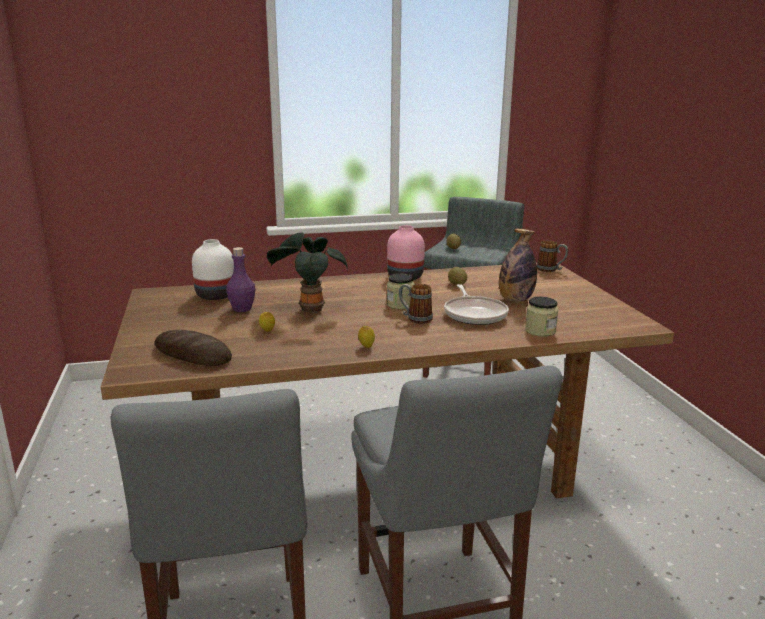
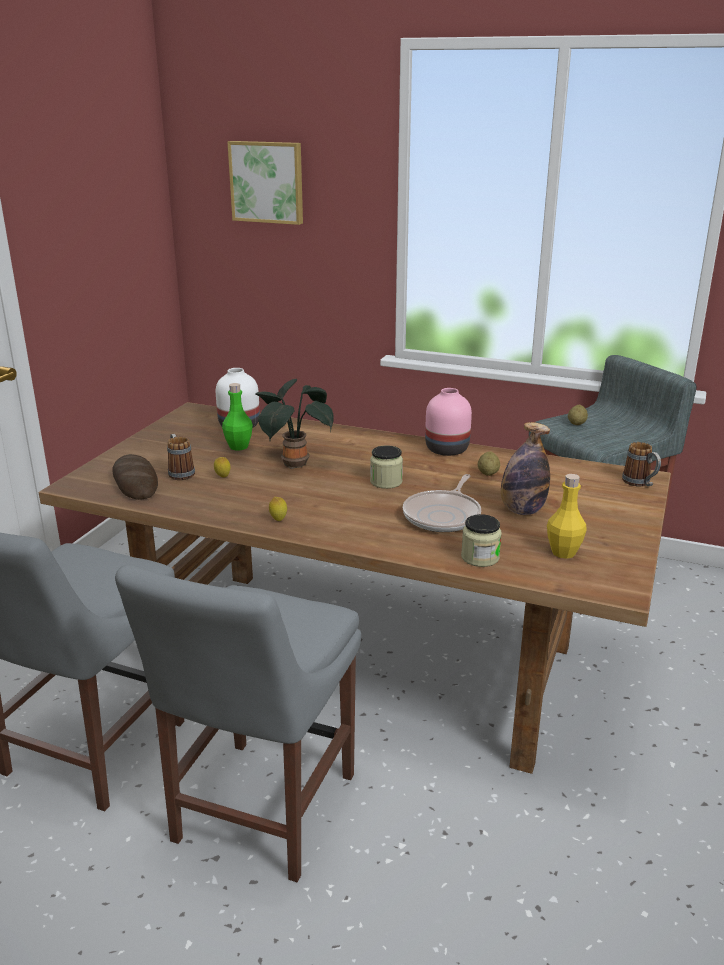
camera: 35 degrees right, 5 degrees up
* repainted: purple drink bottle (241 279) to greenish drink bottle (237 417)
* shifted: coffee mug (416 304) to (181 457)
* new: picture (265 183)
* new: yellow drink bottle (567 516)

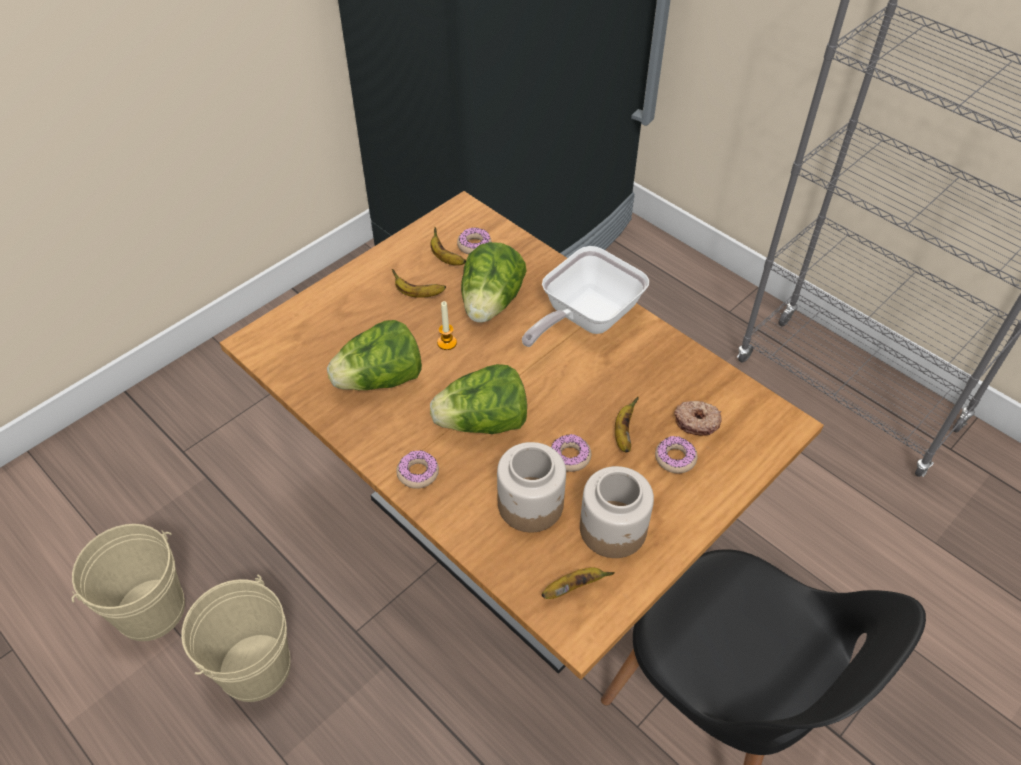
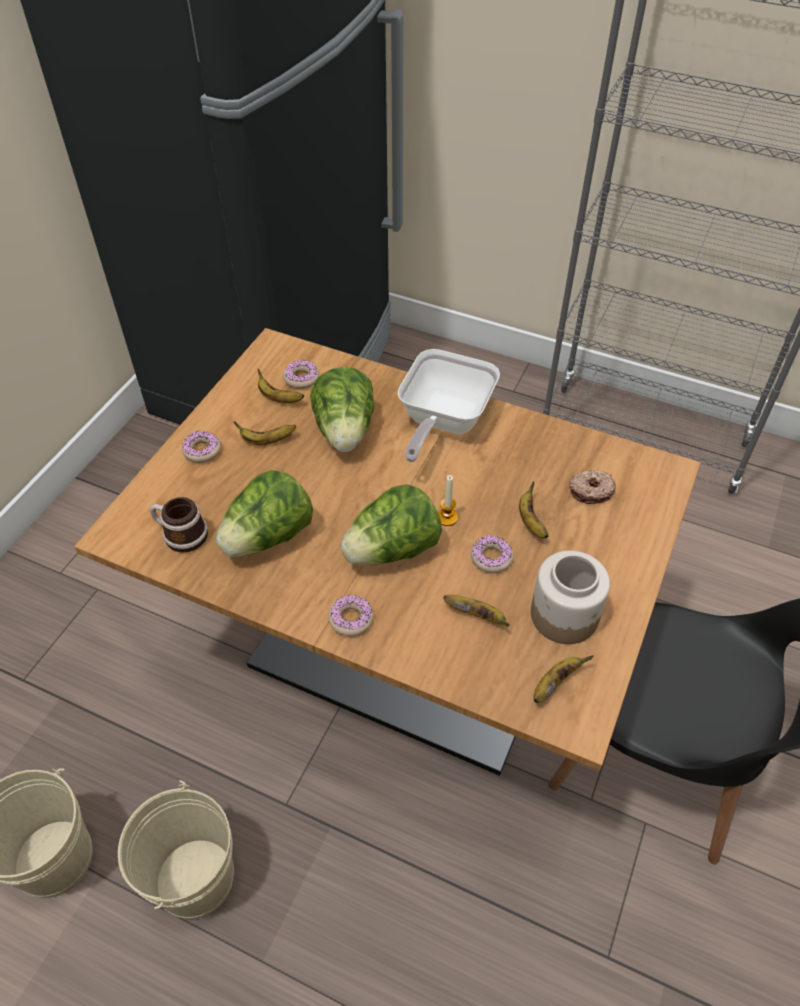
camera: 20 degrees left, 0 degrees up
* shifted: wax light (447 325) to (448 500)
* swapped: storage jar (531 487) to banana fruit (476 611)
* shifted: ring doughnut (676 454) to (201 447)
* new: coffee mug (179 524)

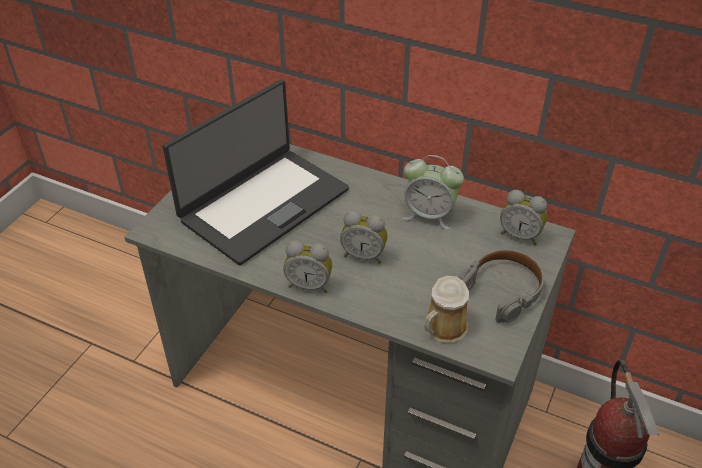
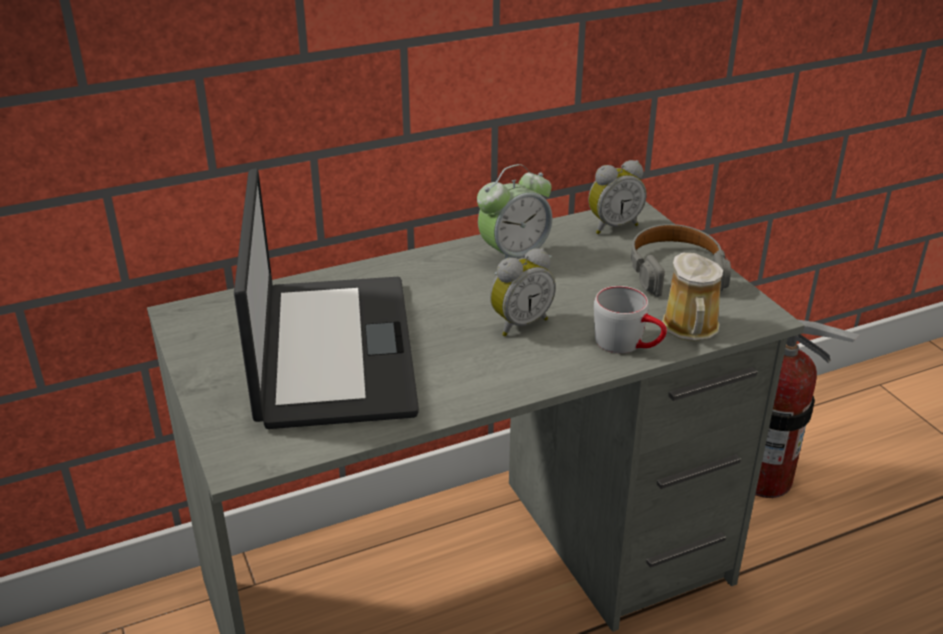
camera: 50 degrees left, 10 degrees down
* gone: table clock (307 266)
* new: greyish coffee mug (630 319)

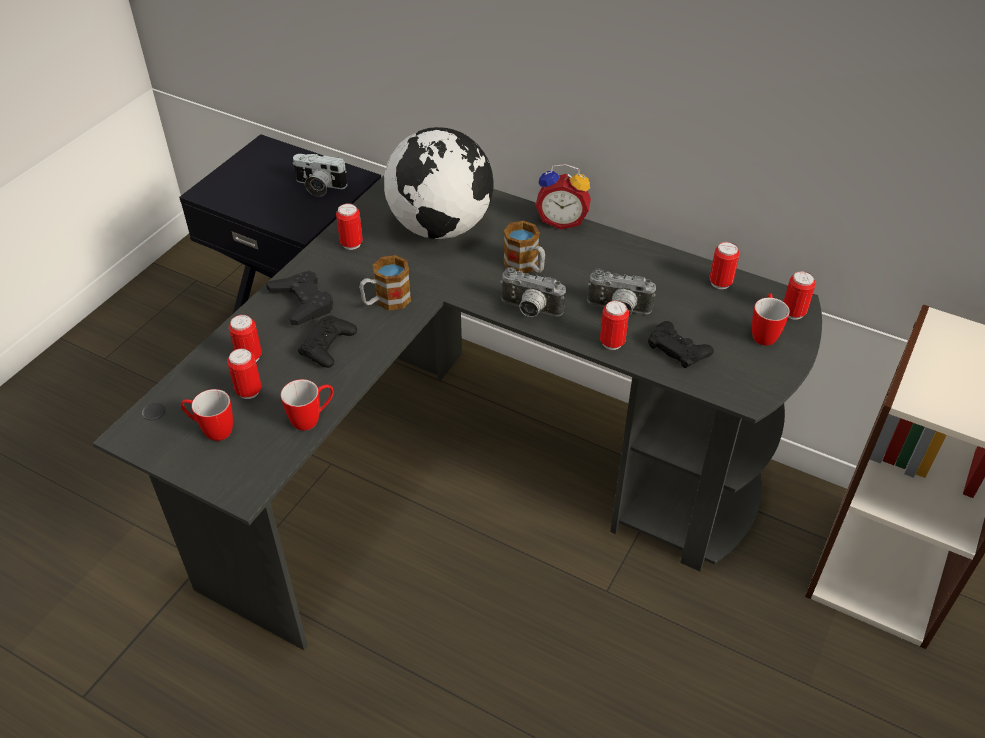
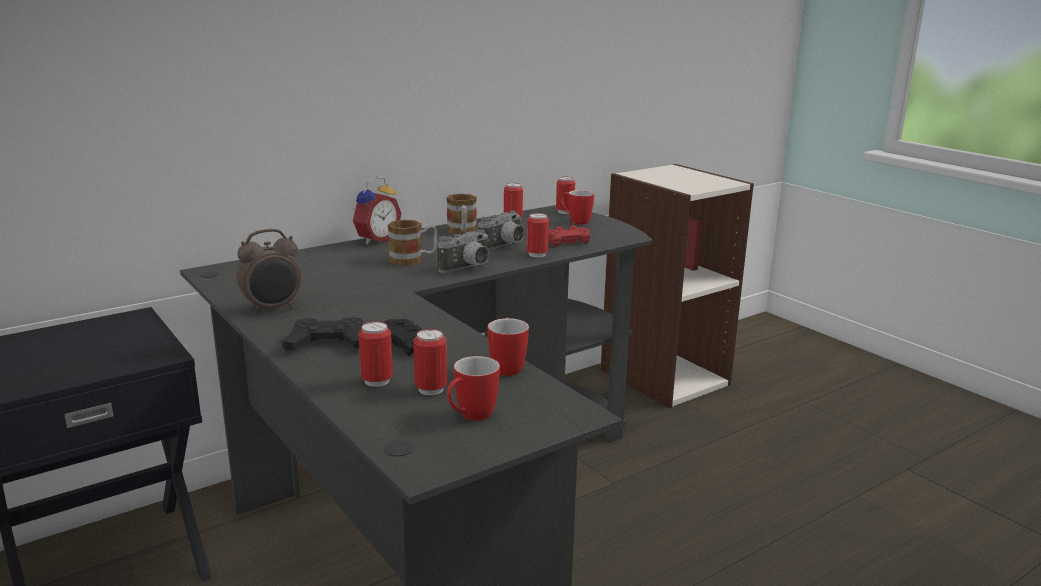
camera: 65 degrees left, 25 degrees down
* gone: still camera (320 175)
* swapped: can (349 226) to table clock (269 271)
* shifted: coffee mug (385 283) to (462 214)
* gone: globe (439 183)
* repainted: black-coloured joypad (681 344) to red-coloured joypad (570 236)

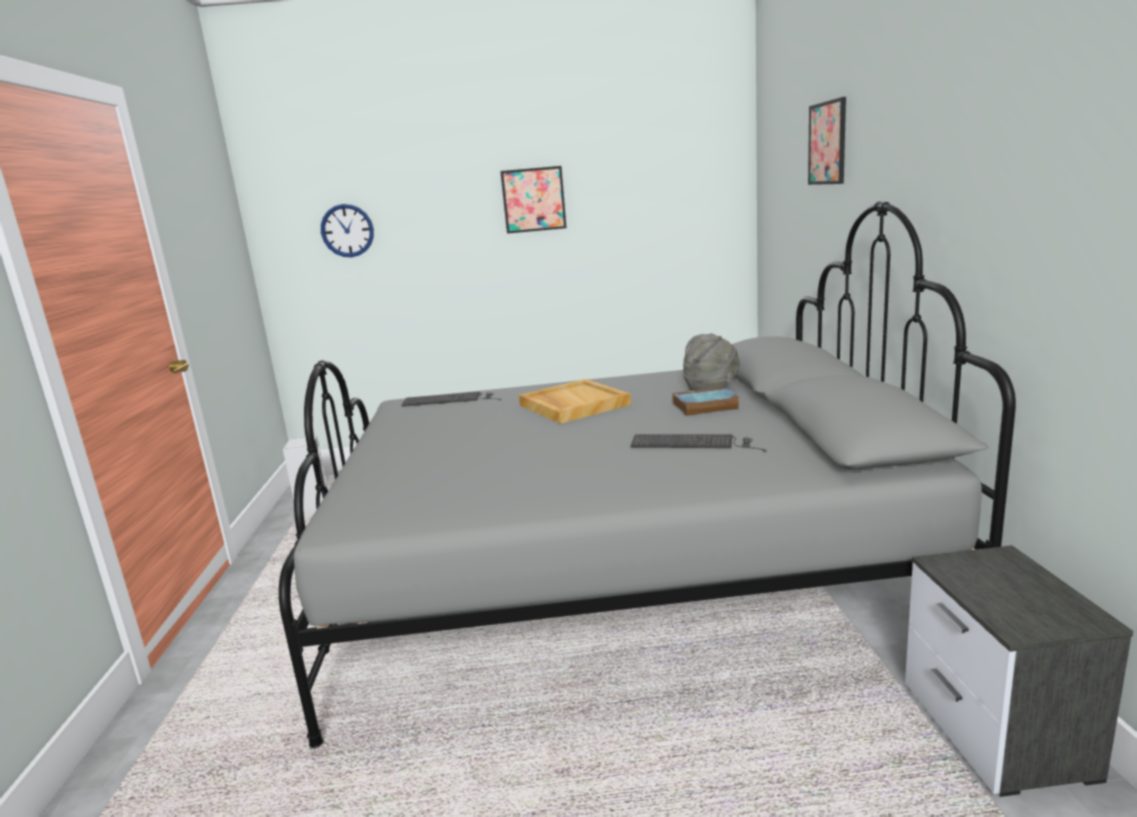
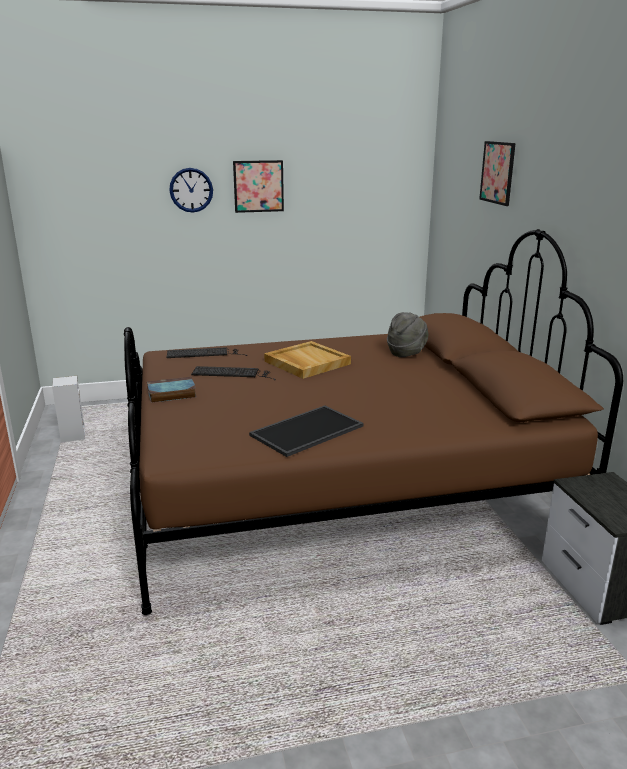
camera: 10 degrees left, 5 degrees up
* repainted: greyish bedroom bed (647 475) to brown-coloured bedroom bed (373 422)
* shifted: clock on the wall (347 230) to (191 190)
* shifted: computer keyboard (698 443) to (233 373)
* shifted: book (706 401) to (172 390)
* new: carrying tray (306 431)

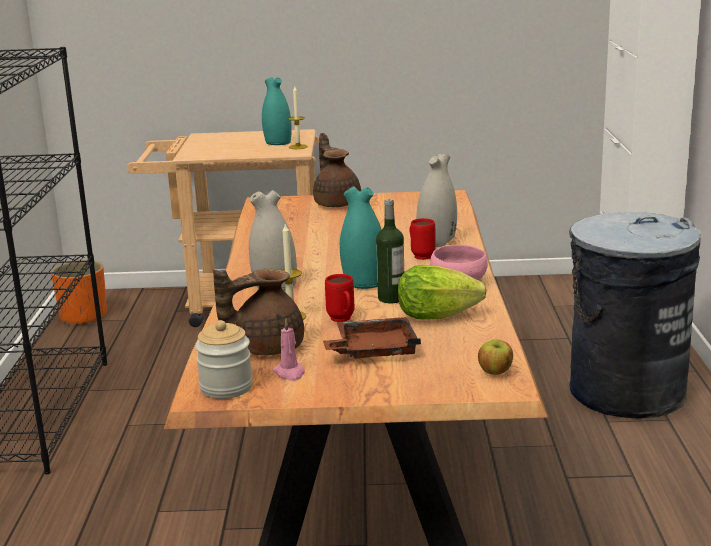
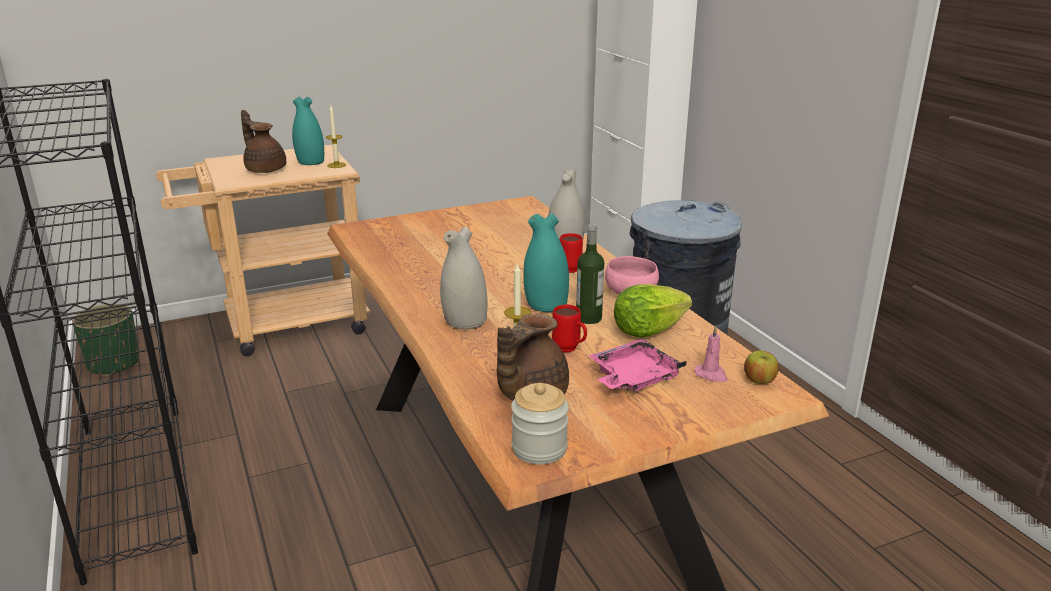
camera: 25 degrees left, 5 degrees up
* repainted: orangey flower pot (79 293) to greenish flower pot (106 340)
* shifted: pinkish wax light (289 349) to (711 354)
* shifted: brown-coloured pot for tea (337 170) to (263 141)
* repainted: brown-coloured carrying tray (372 338) to pinkish carrying tray (638 365)

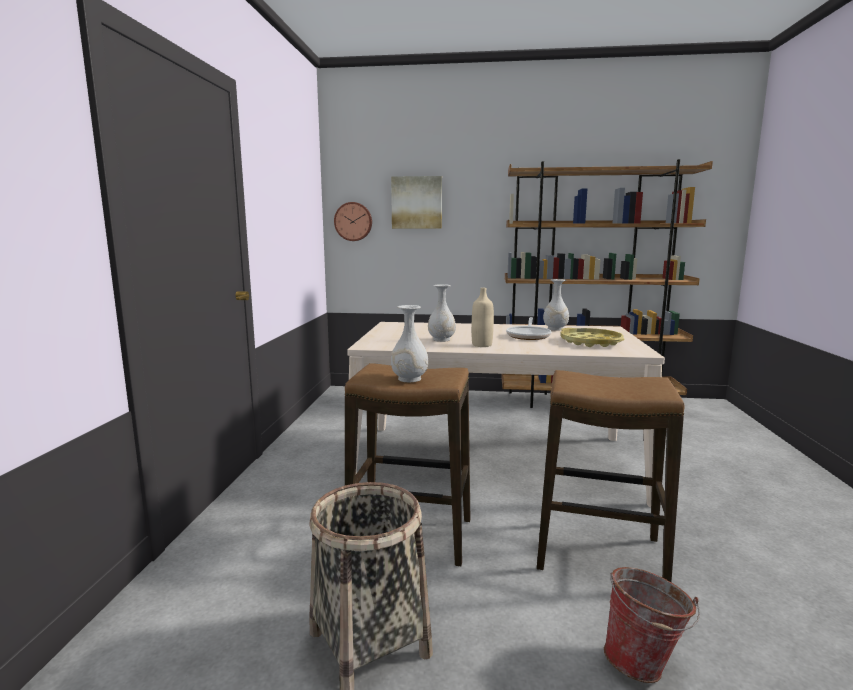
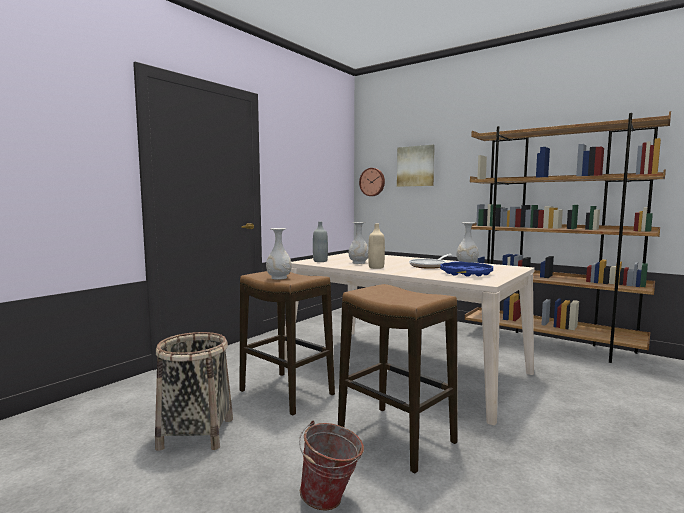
camera: 30 degrees right, 5 degrees down
* repainted: yellow carrying tray (592 337) to blue-coloured carrying tray (466 269)
* new: greyish drink bottle (320 241)

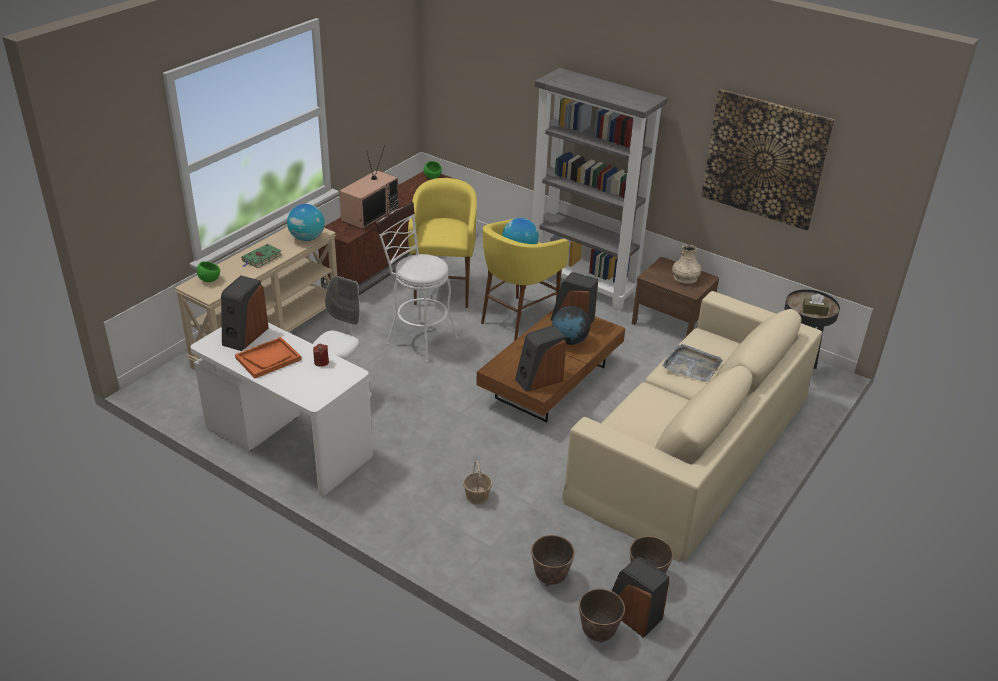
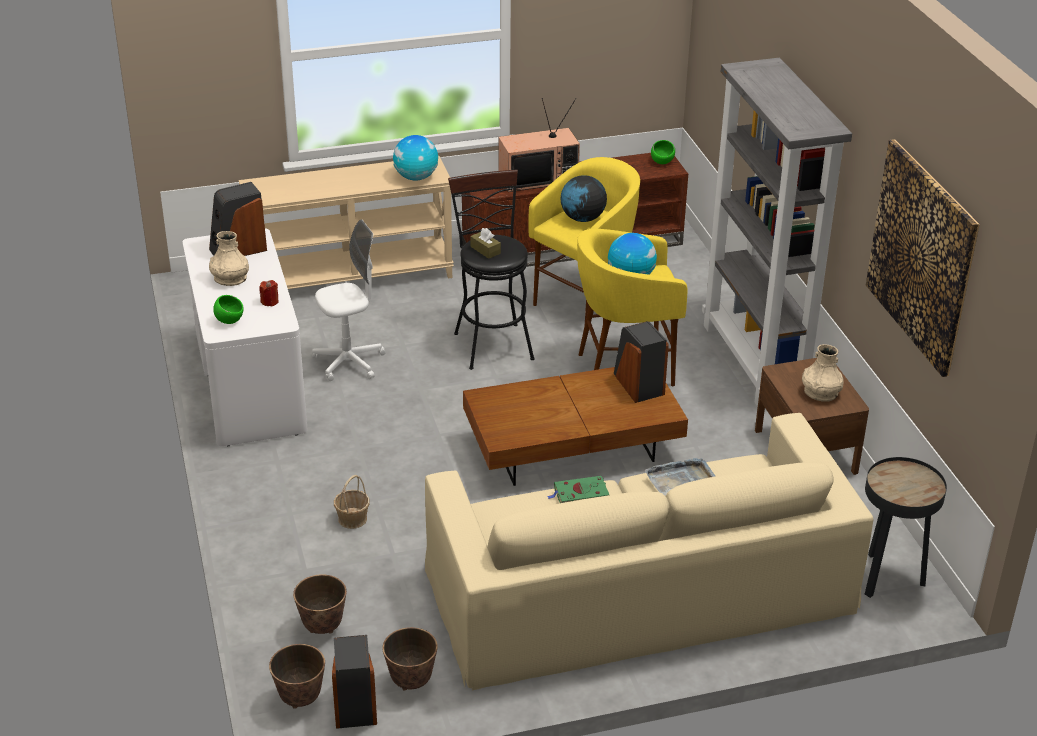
camera: 40 degrees right, 0 degrees up
* shifted: greenish deep dish (208 271) to (228 309)
* swapped: orangey carrying tray (268 357) to beige vase (229 258)
* shifted: greenish book (261 256) to (578 489)
* repainted: whitish stool (417 282) to black-coloured stool (491 269)
* gone: loudspeaker (540 358)
* shifted: globe (571 325) to (584 198)
* shifted: brown-coloured tissue box (815 305) to (486 243)

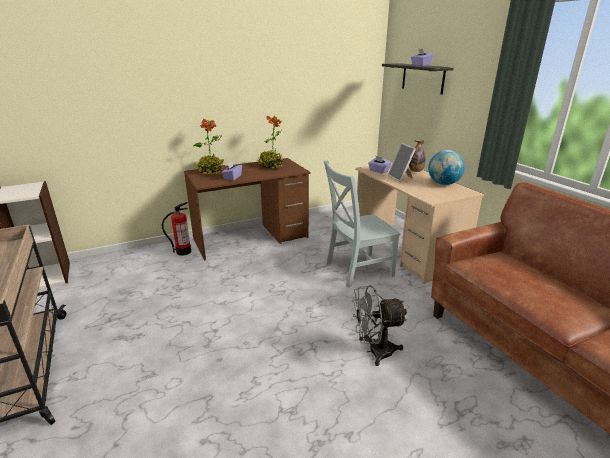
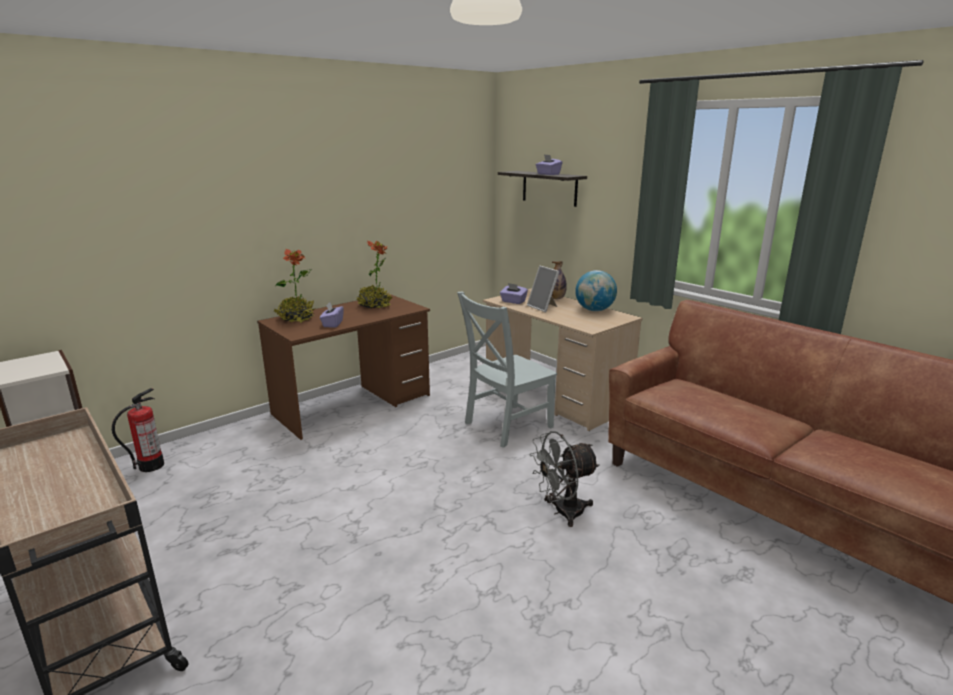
camera: 15 degrees left, 5 degrees down
* shifted: extinguisher (176 229) to (138 430)

